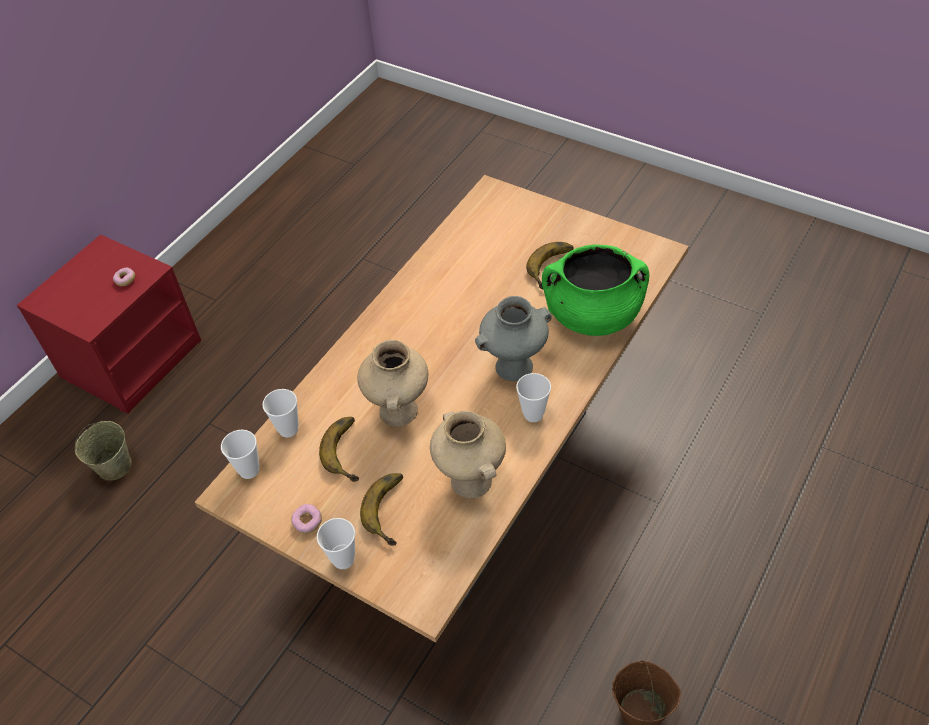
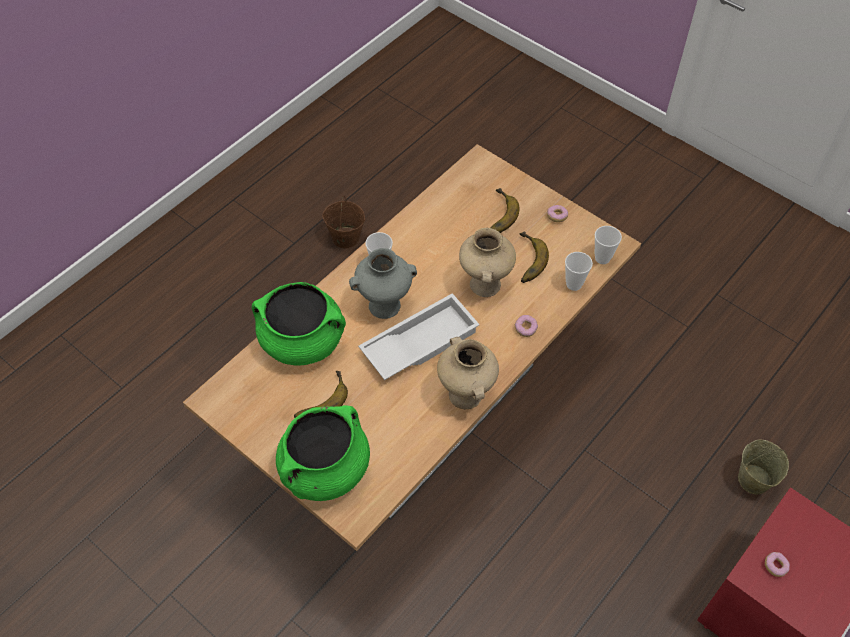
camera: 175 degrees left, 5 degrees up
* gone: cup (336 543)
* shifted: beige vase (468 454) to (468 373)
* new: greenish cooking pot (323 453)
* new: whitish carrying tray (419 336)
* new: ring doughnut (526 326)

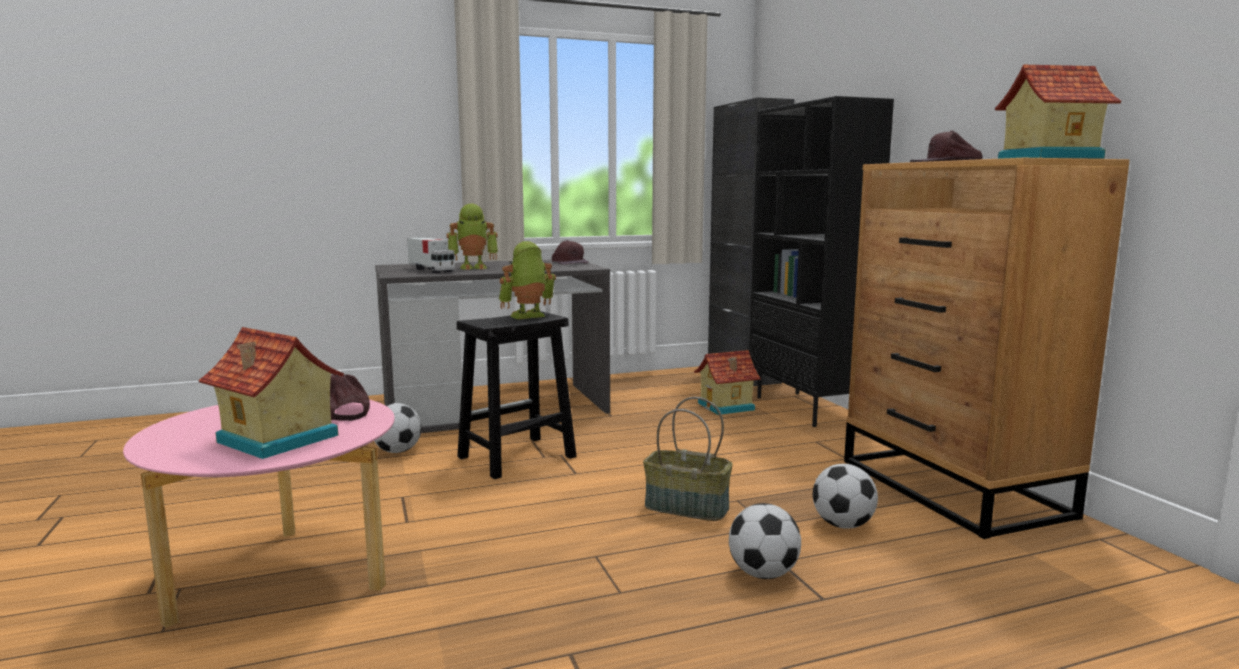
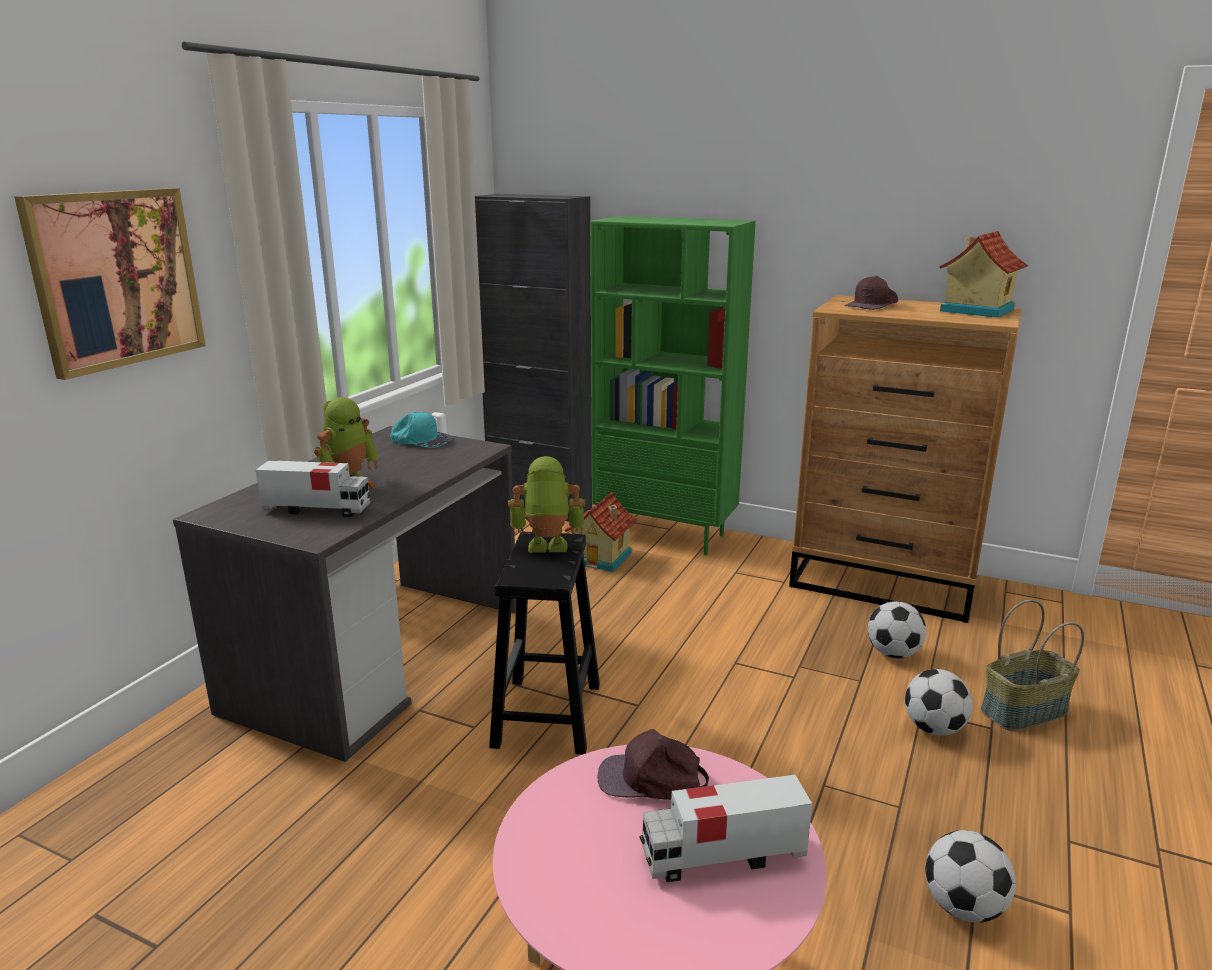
camera: 45 degrees left, 10 degrees up
* swapped: miniature house (271 393) to toy truck (725 828)
* shifted: football (398 428) to (970 876)
* rotated: toy robot (527 280) = (546 504) 75 degrees clockwise
* repainted: brown-coloured cap (570 252) to turquoise cap (421 429)
* shifted: household basket (688 459) to (1032 665)
* repainted: black-coloured shelving unit (821 261) to greenish shelving unit (673 385)
* new: picture (110 284)

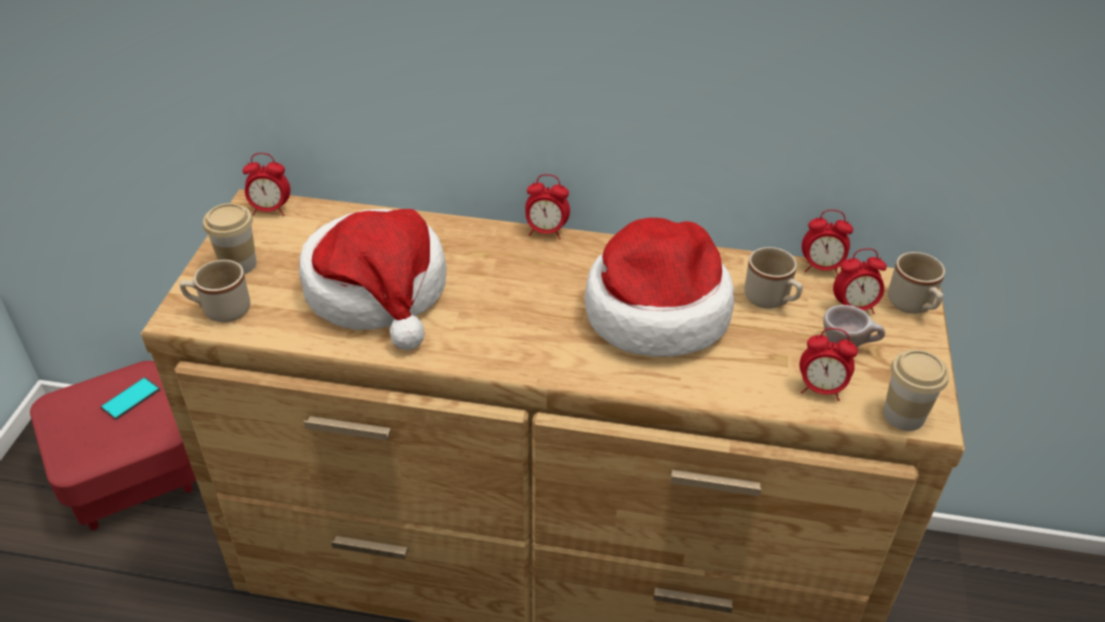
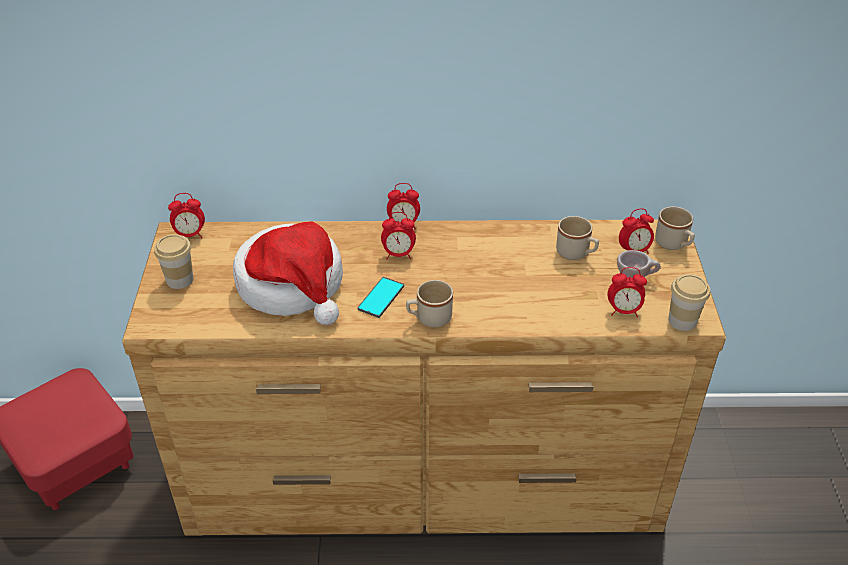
camera: 10 degrees left, 0 degrees up
* shifted: phone (130 398) to (380 297)
* shifted: beige coffee mug (215 291) to (429 303)
* gone: clothing hat (659 287)
* shifted: table clock (827 243) to (398 235)

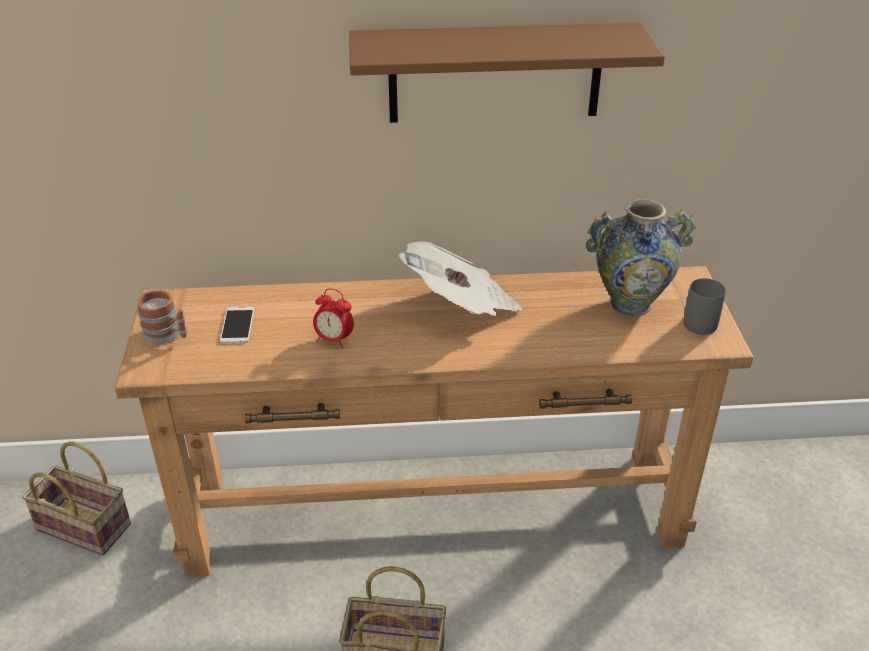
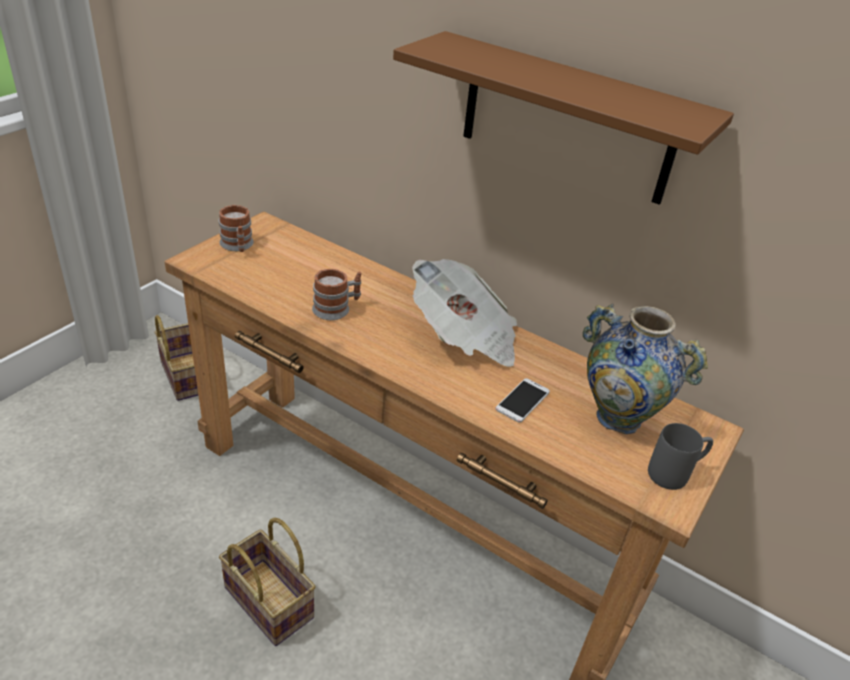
camera: 35 degrees right, 0 degrees up
* shifted: phone (237 325) to (523 400)
* swapped: table clock (333 318) to coffee mug (337 294)

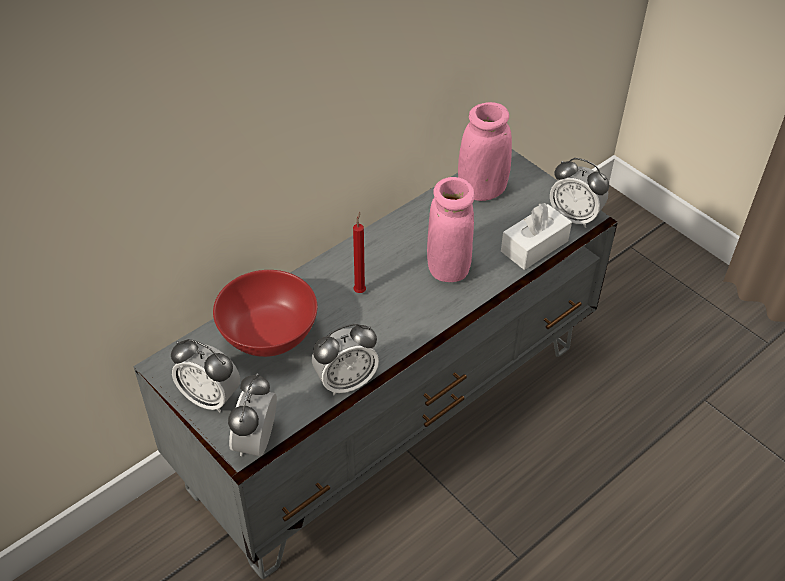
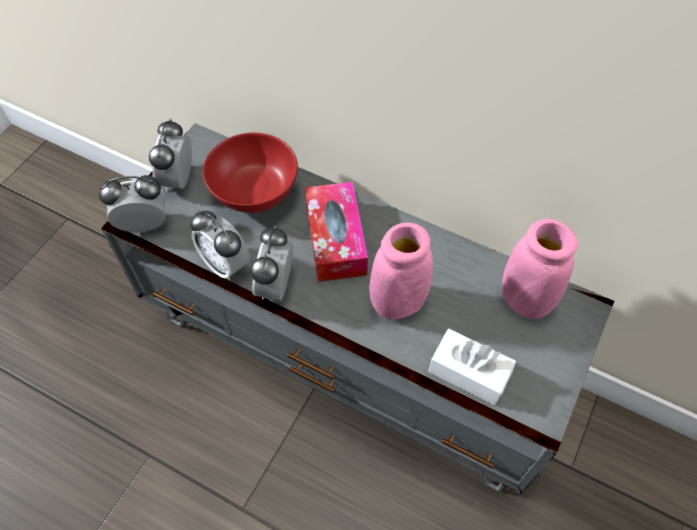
camera: 70 degrees right, 10 degrees up
* swapped: red-coloured wax light (359 252) to tissue box (336 232)
* shifted: table clock (579 193) to (272 263)

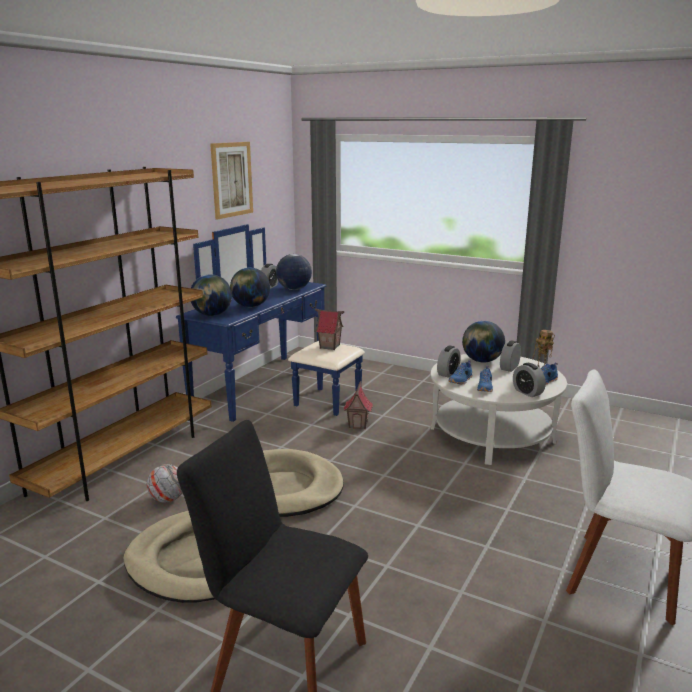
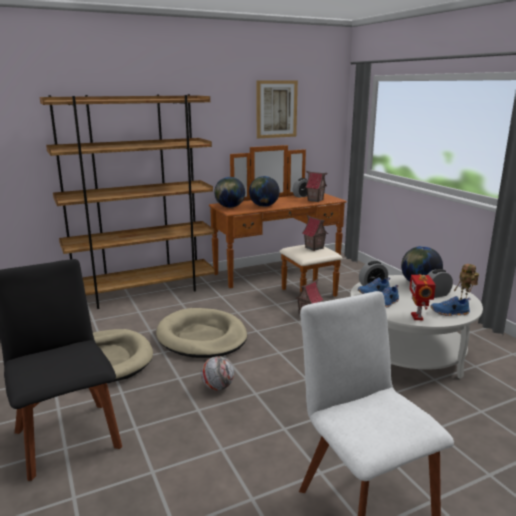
camera: 35 degrees right, 0 degrees up
* shifted: football (165 483) to (217 373)
* repainted: blue-coloured drawer chest (270 323) to brown-coloured drawer chest (278 221)
* swapped: globe (294 272) to miniature house (316 186)
* swapped: table clock (529 380) to toy robot (423 297)

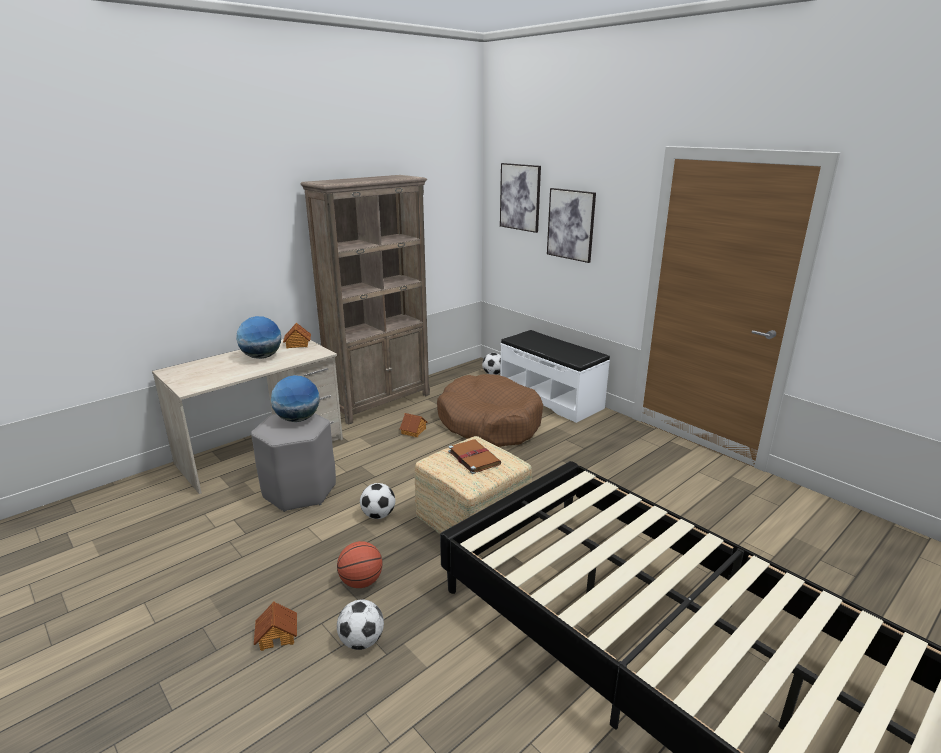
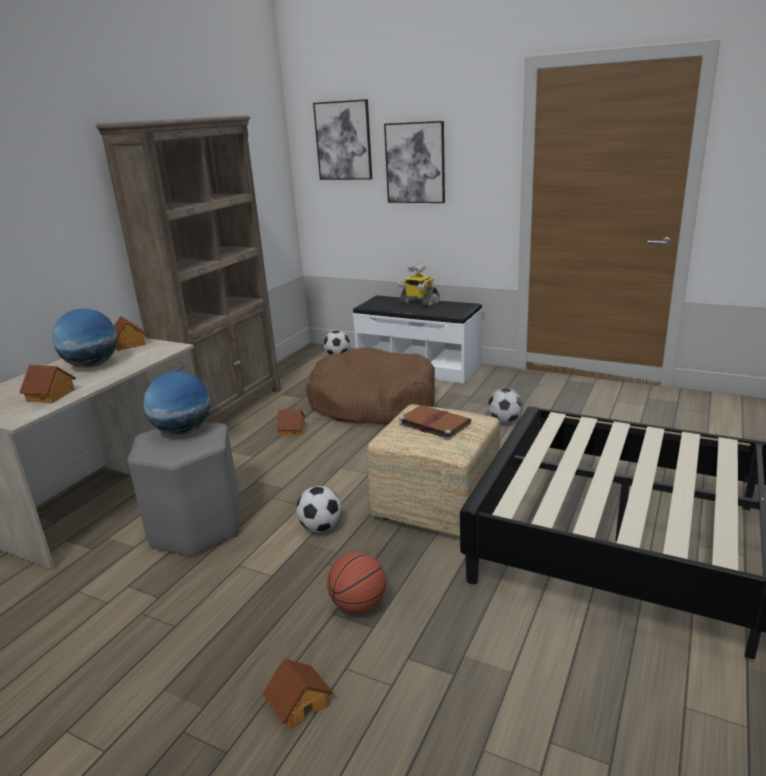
camera: 20 degrees left, 0 degrees up
* shifted: football (360 624) to (505 405)
* new: miniature house (47 384)
* new: toy robot (419 285)

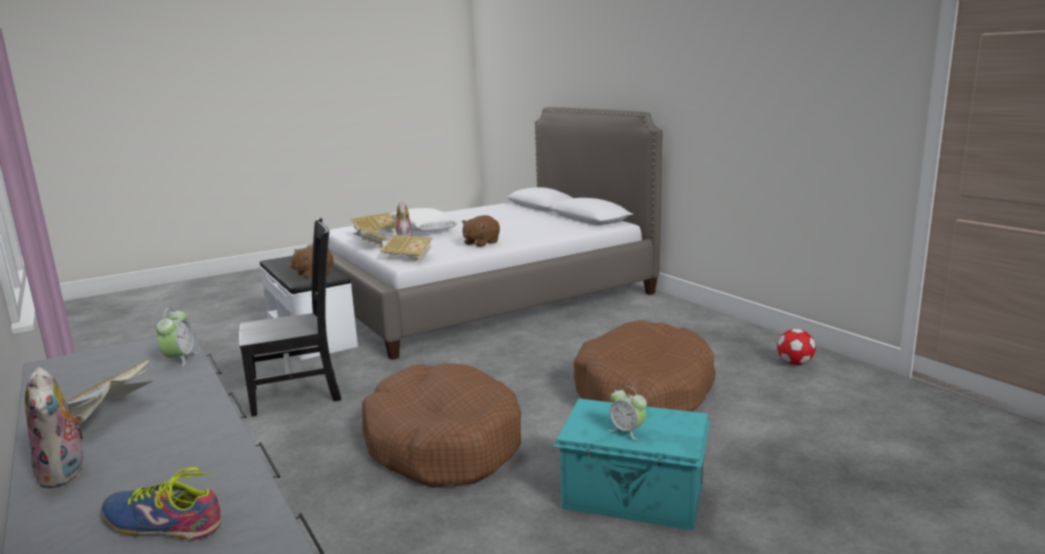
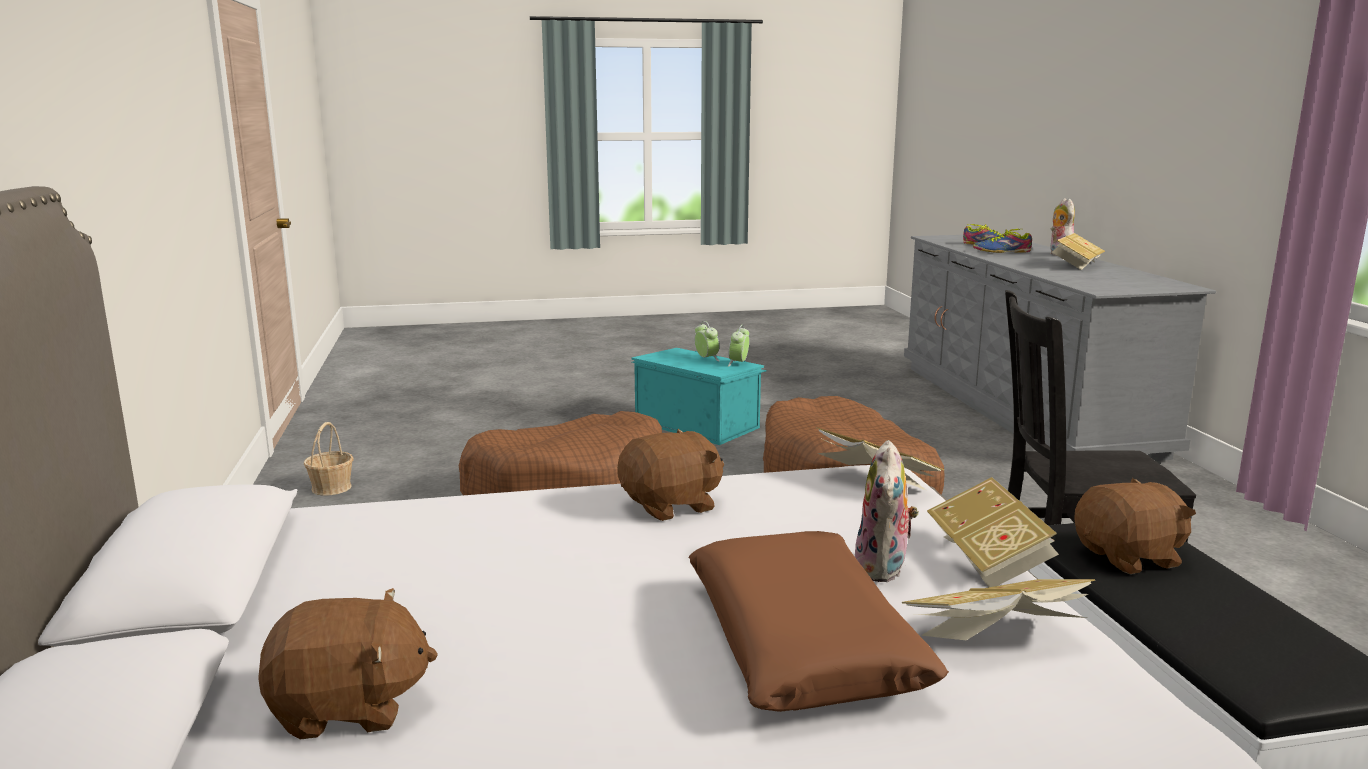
camera: 160 degrees left, 0 degrees up
* shifted: table clock (177 337) to (738 346)
* repainted: whitish cushion (424 219) to brown-coloured cushion (819 621)
* swapped: football (796 347) to household basket (329 459)
* new: brown-coloured cuddly toy (348 664)
* new: item of footwear (1002 241)

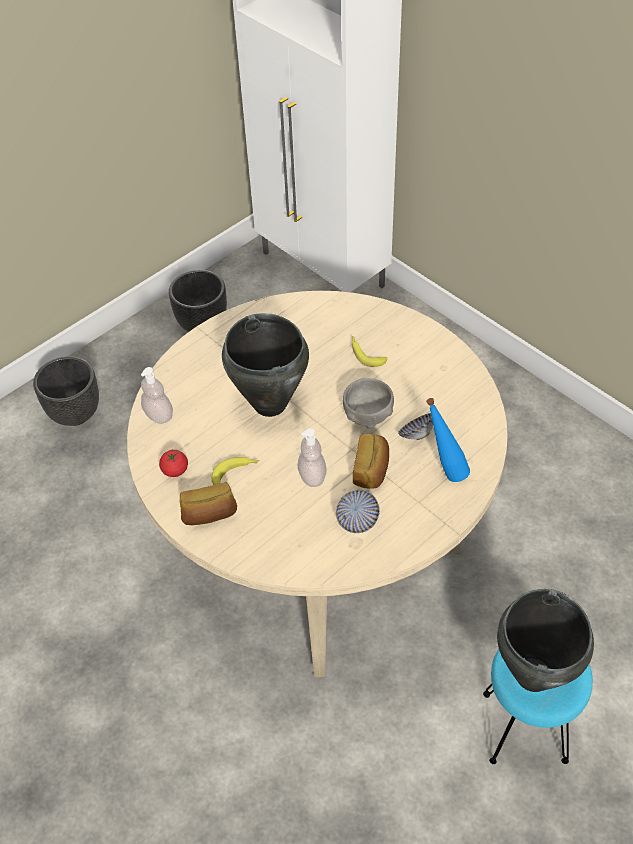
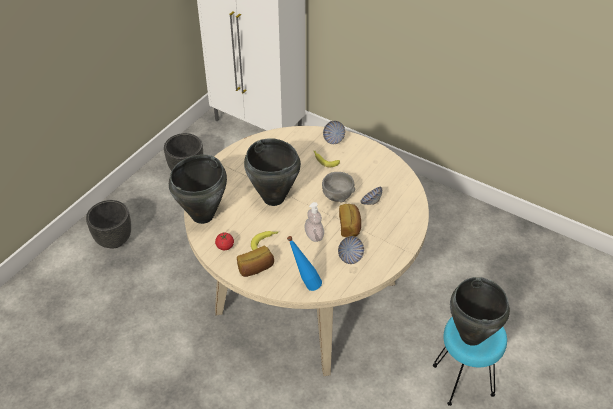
camera: 15 degrees left, 5 degrees down
* swapped: liquid soap bottle (157 395) to black-coloured cooking pot (198 189)
* shifted: blue-coloured drink bottle (448 440) to (304 263)
* new: deep dish (334 132)

